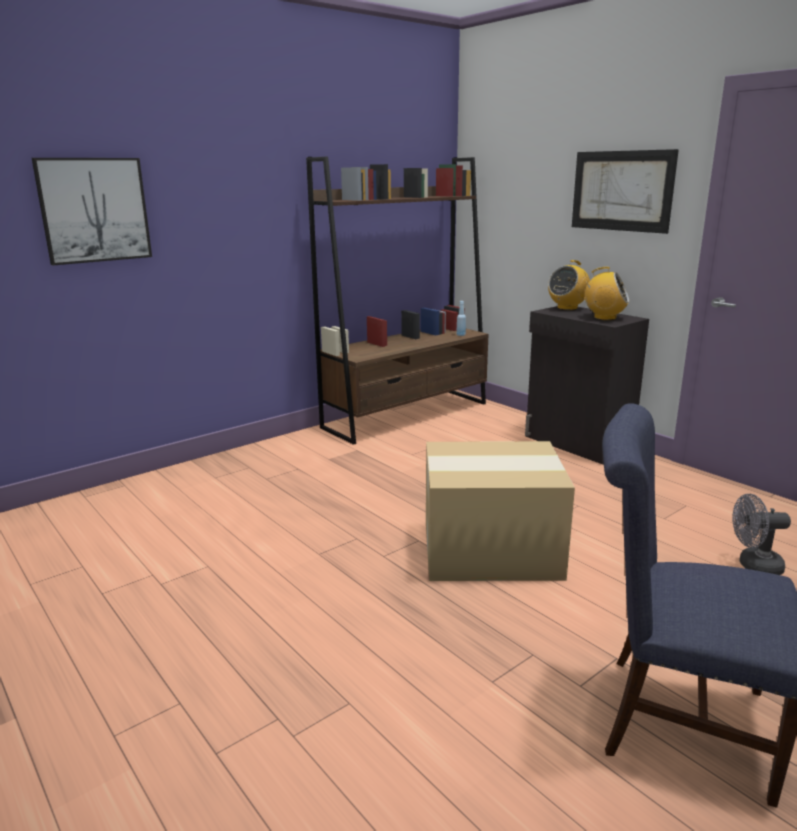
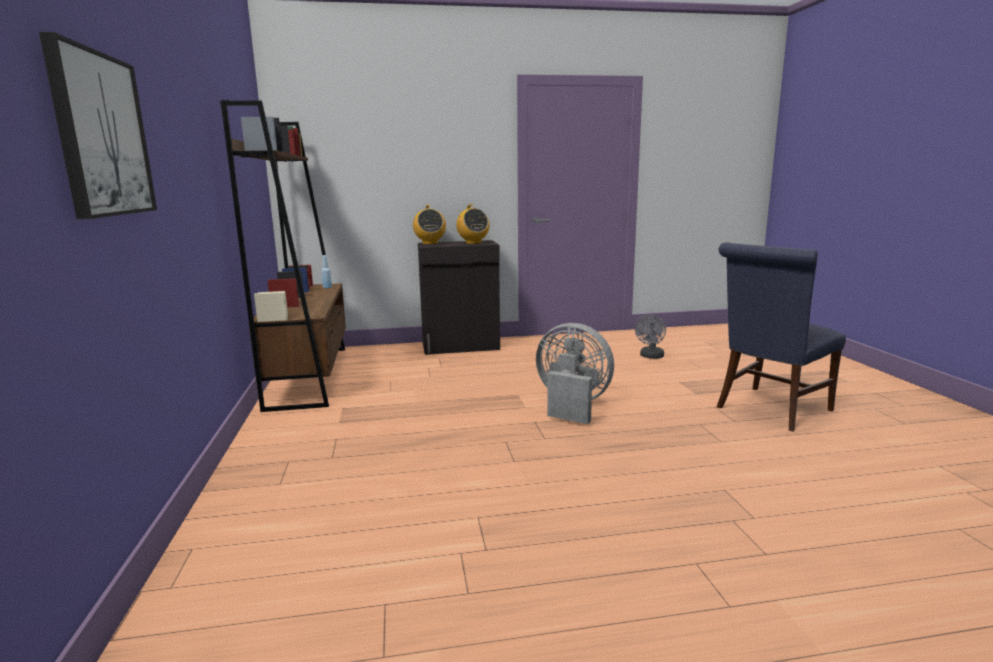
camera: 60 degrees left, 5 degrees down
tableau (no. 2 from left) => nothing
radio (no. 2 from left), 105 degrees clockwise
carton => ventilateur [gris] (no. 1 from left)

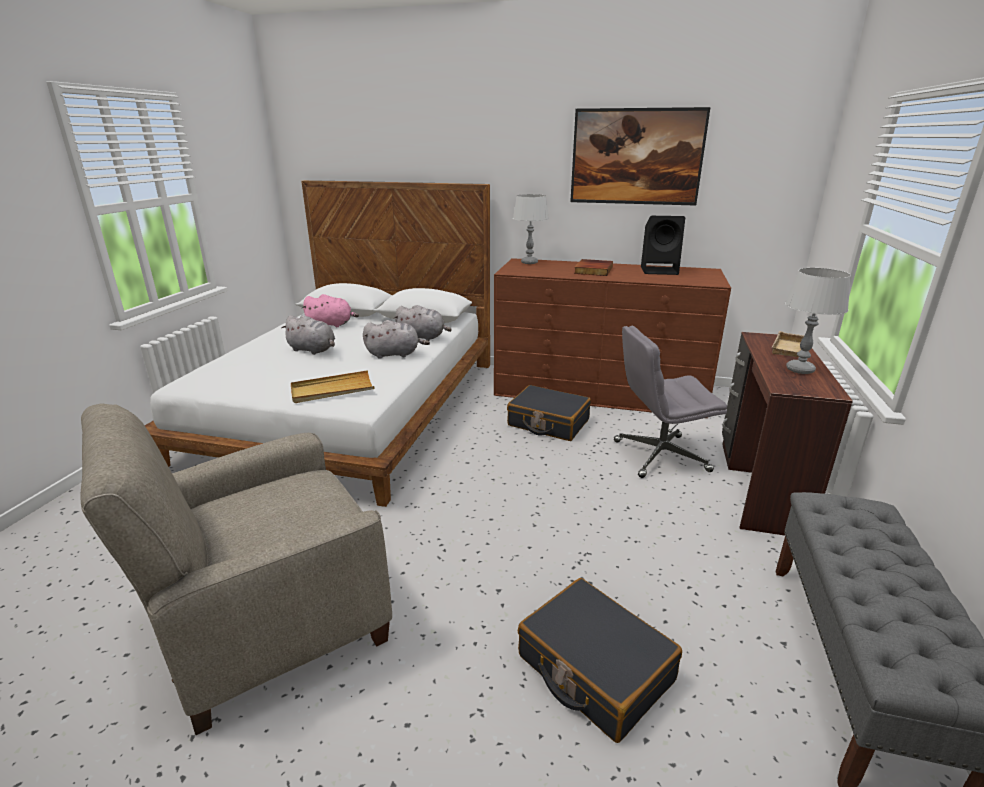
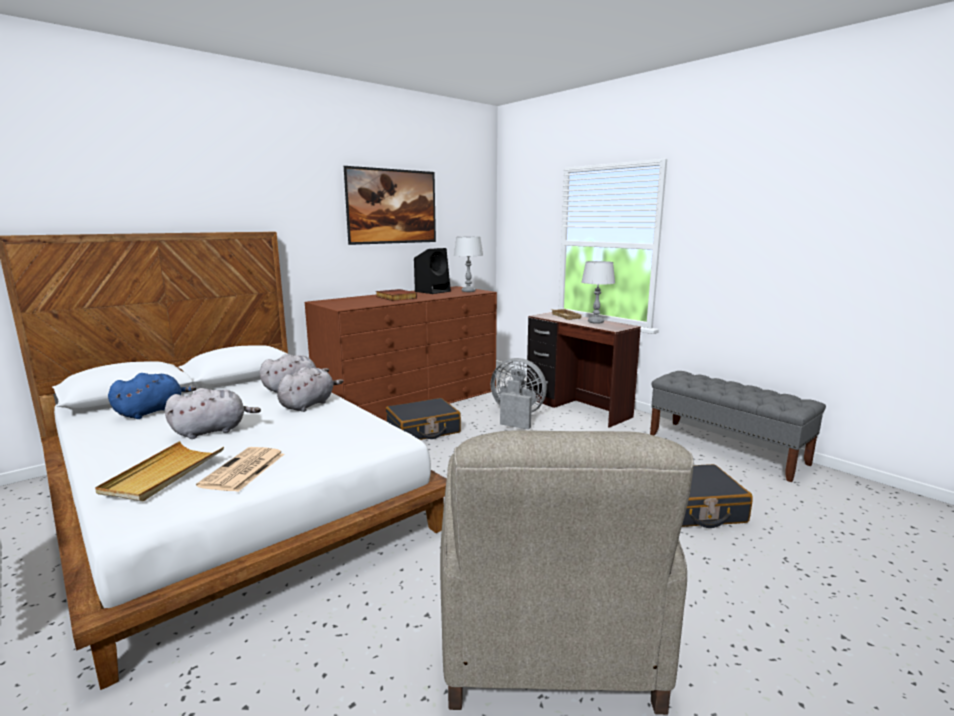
camera: 55 degrees left, 10 degrees down
lampe de table [gris] (no. 1 from left), relocated
peluche [rose] => peluche [bleu]
chaise de bureau [gris] => ventilateur [gris]
plateau [beige] (no. 1 from left), relocated
nothing => journal

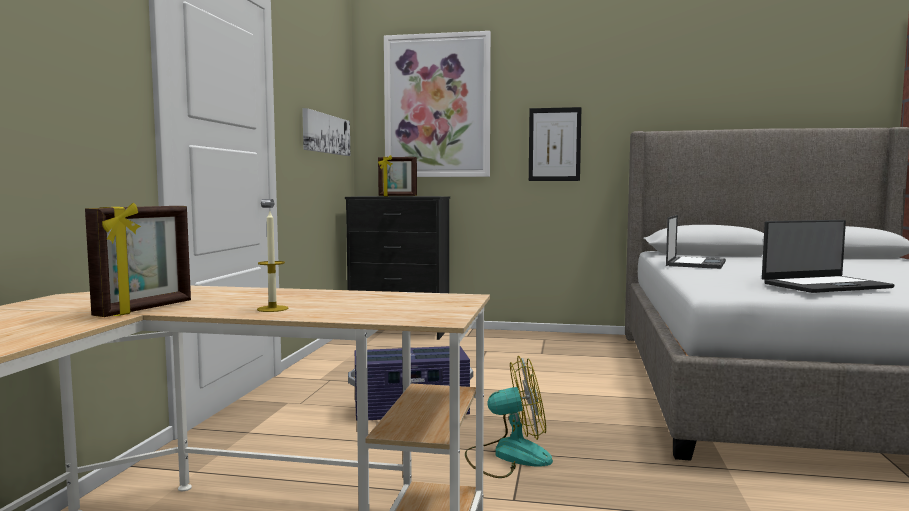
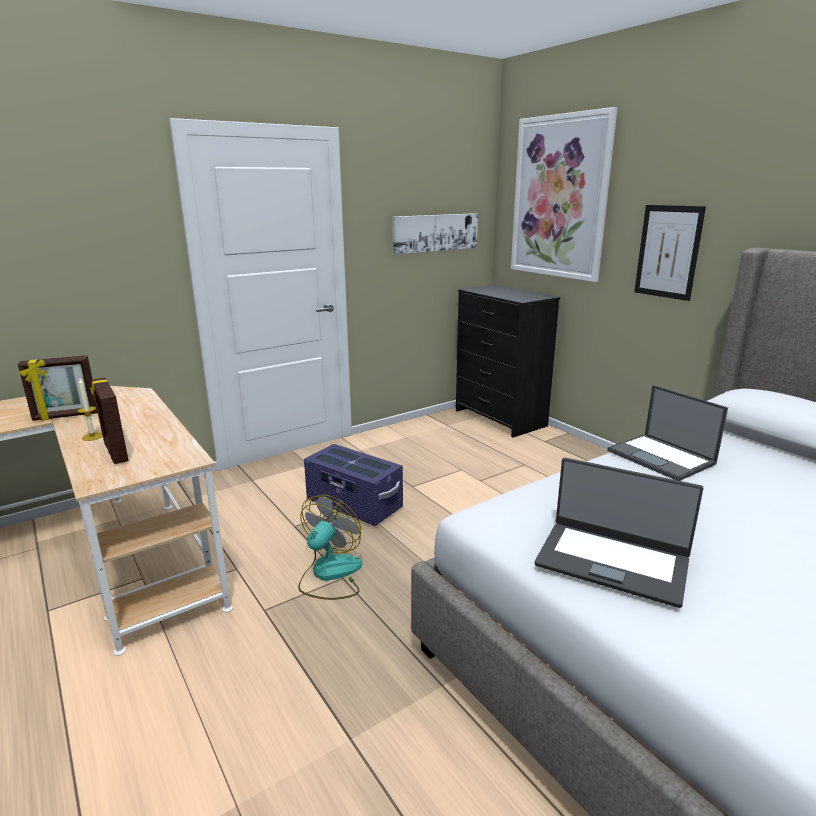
camera: 45 degrees right, 15 degrees up
cadre photo (no. 2 from left), relocated
ordinateur portable (no. 1 from left in the first image) => ordinateur portable (no. 2 from left), 75 degrees clockwise
ventilateur, 105 degrees counterclockwise

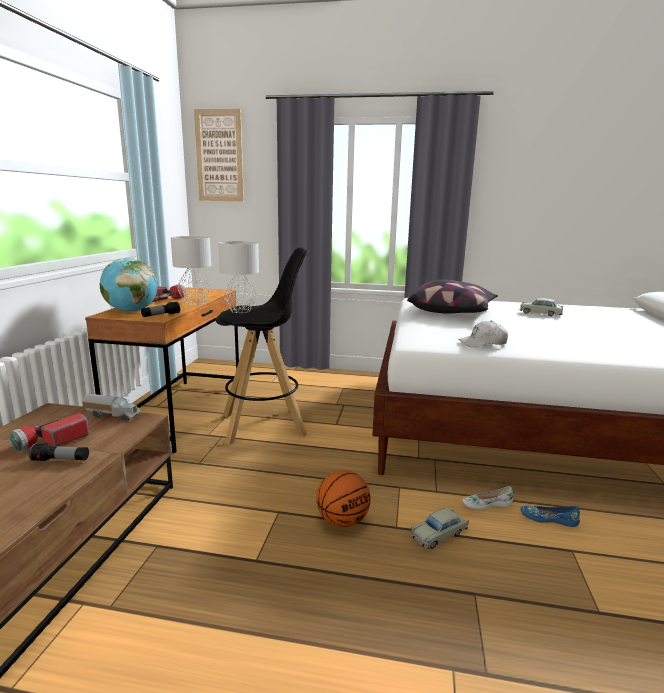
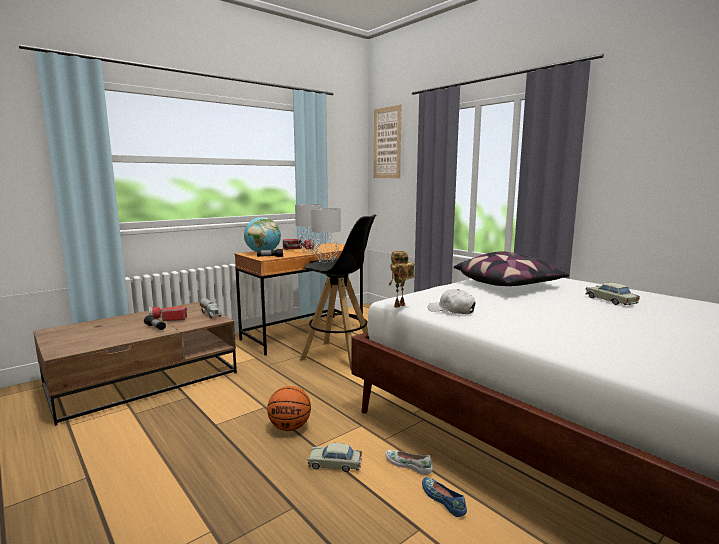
camera: 40 degrees right, 5 degrees down
nothing => robot jouet

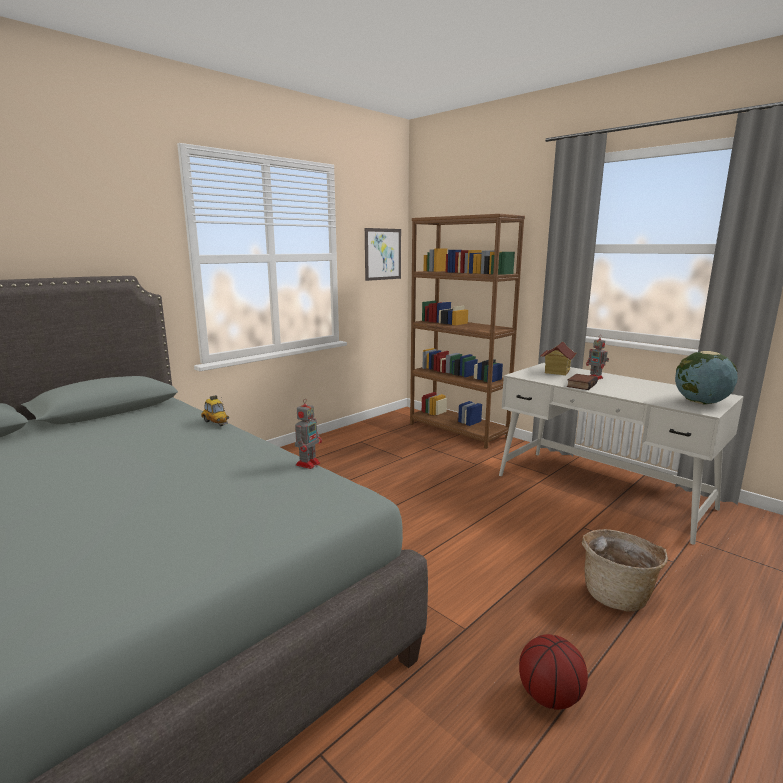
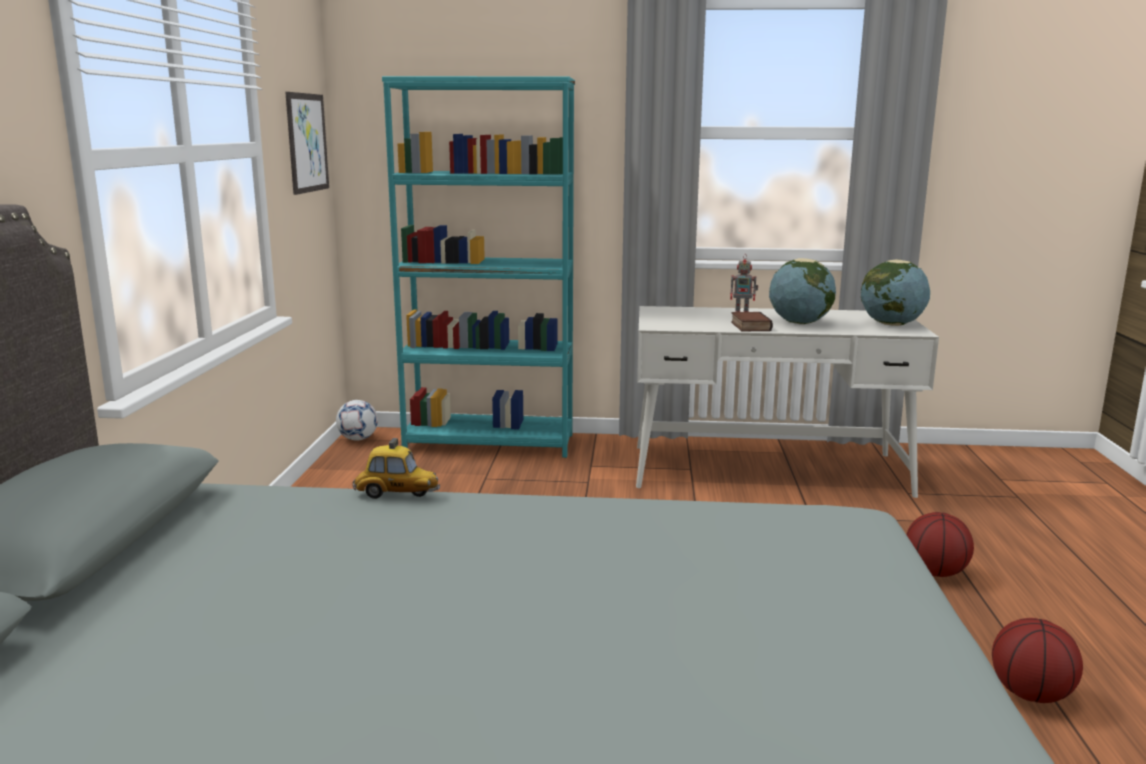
camera: 40 degrees left, 0 degrees up
bibliothèque [marron] => bibliothèque [turquoise]
maison miniature => nothing
robot jouet (no. 1 from left) => nothing
panier => ballon de basket (no. 1 from left)
nothing => globe (no. 1 from left)
nothing => ballon de foot

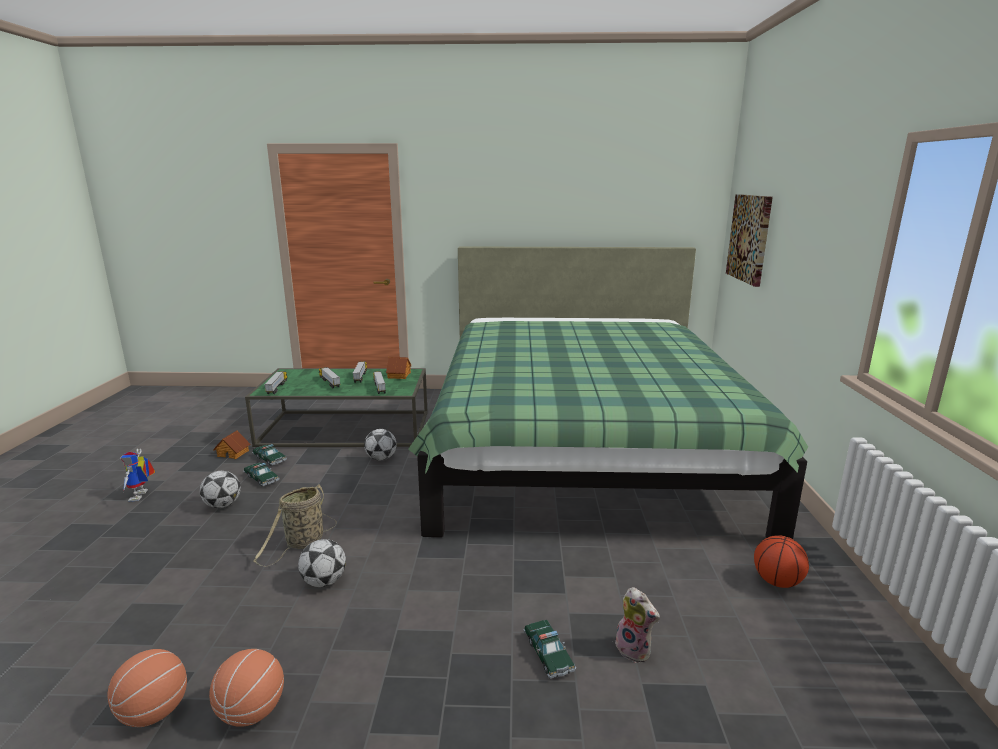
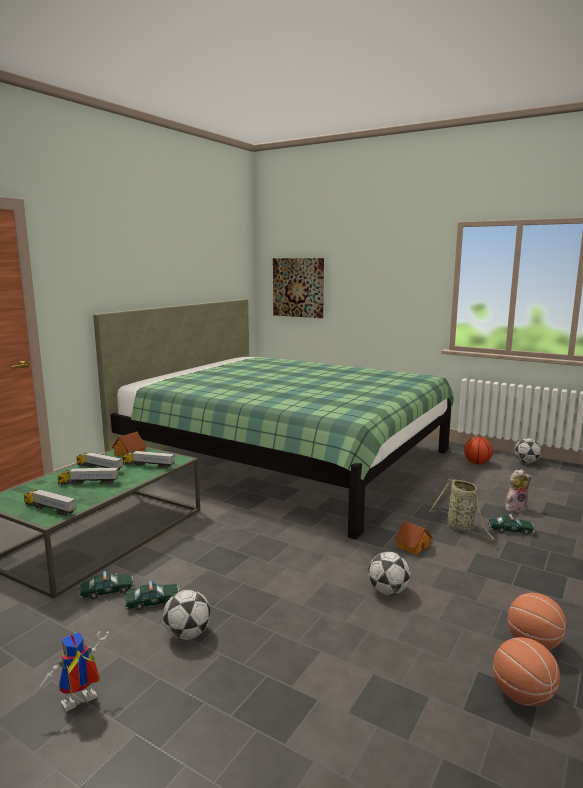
camera: 60 degrees left, 5 degrees down
ballon de foot (no. 3 from left), relocated
maison miniature (no. 1 from left in the first image) => maison miniature (no. 2 from left), relocated
robot jouet, 120 degrees clockwise
panier, relocated

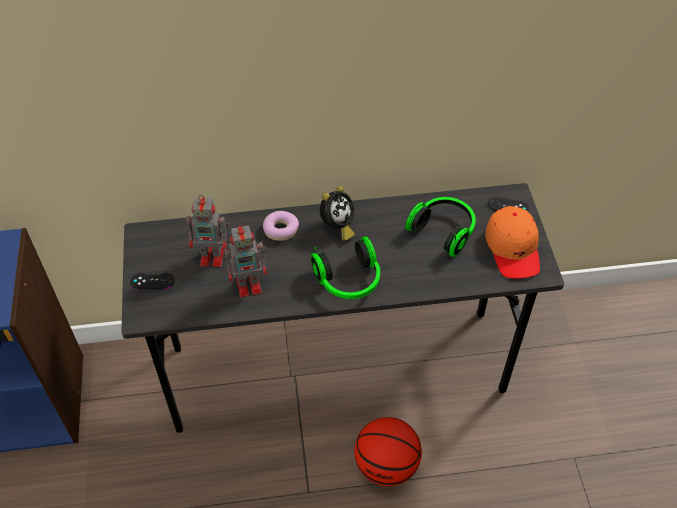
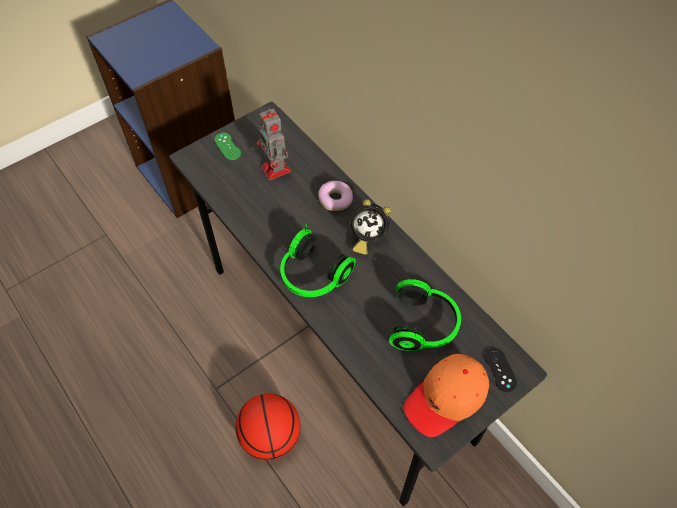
camera: 60 degrees right, 5 degrees up
robot jouet (no. 2 from left) => nothing
manette [noir] (no. 1 from left) => manette [vert]

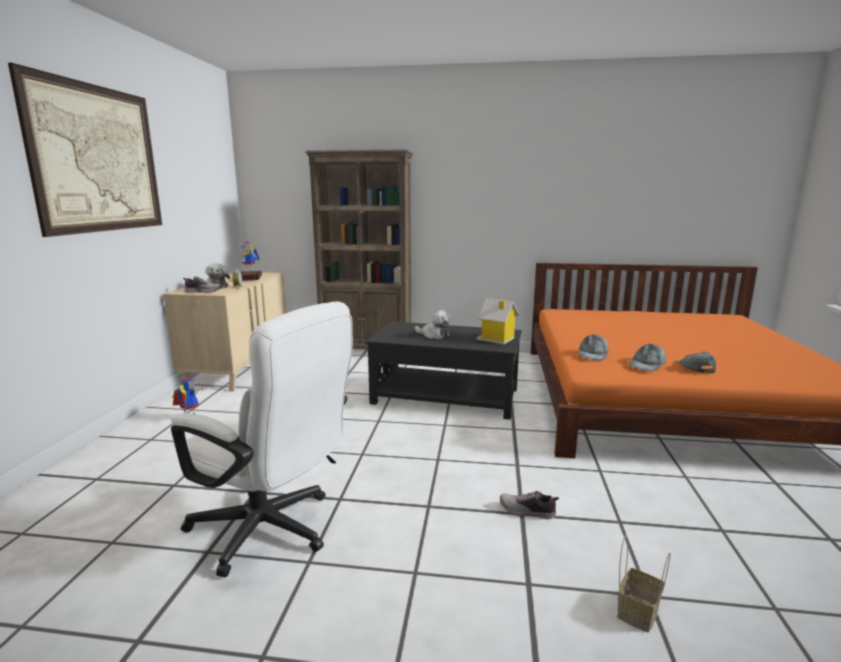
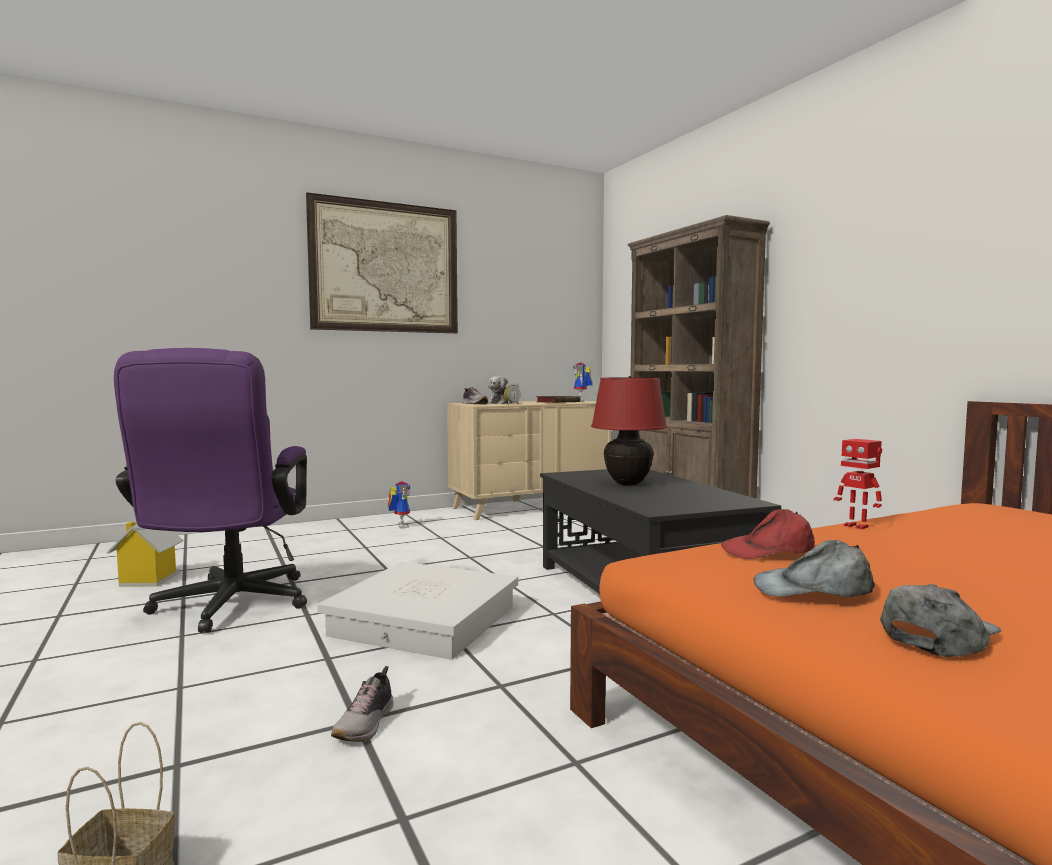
camera: 55 degrees right, 10 degrees down
maison miniature, relocated
chaise de bureau [blanc] => chaise de bureau [violet]
peluche (no. 2 from left) => lampe de table [rouge]
casquette [gris] (no. 1 from left) => casquette [rouge]
chaussure (no. 2 from left in the first image) => chaussure (no. 1 from left), 150 degrees counterclockwise
nothing => robot jouet (no. 3 from left)
nothing => boîte de rangement [blanc]

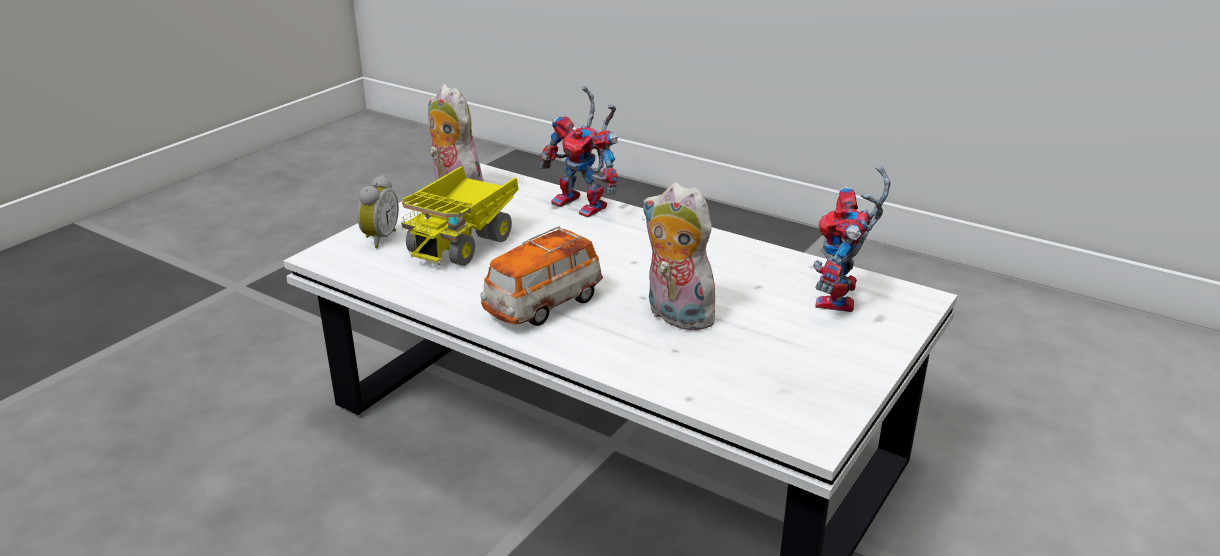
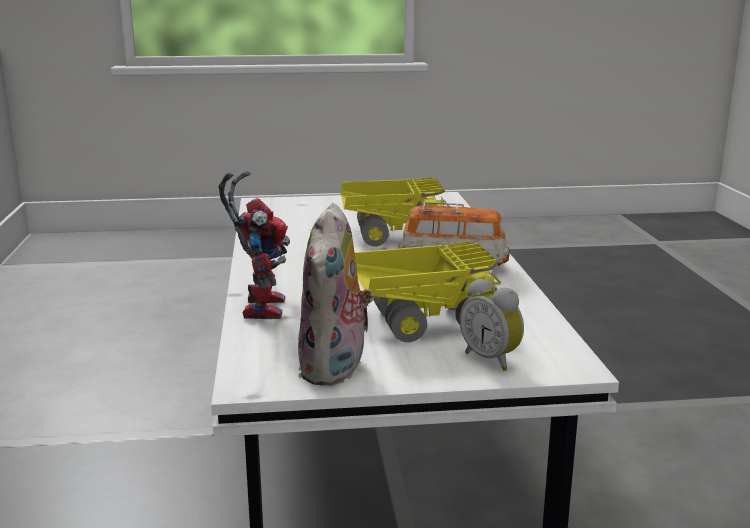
camera: 130 degrees left, 10 degrees down
robot jouet (no. 2 from left) => nothing
réveil, 105 degrees counterclockwise
peluche (no. 2 from left) => camion jouet (no. 1 from left)

